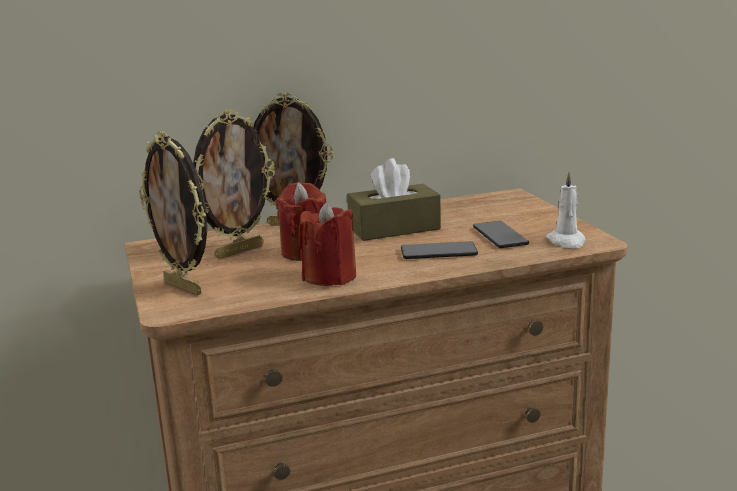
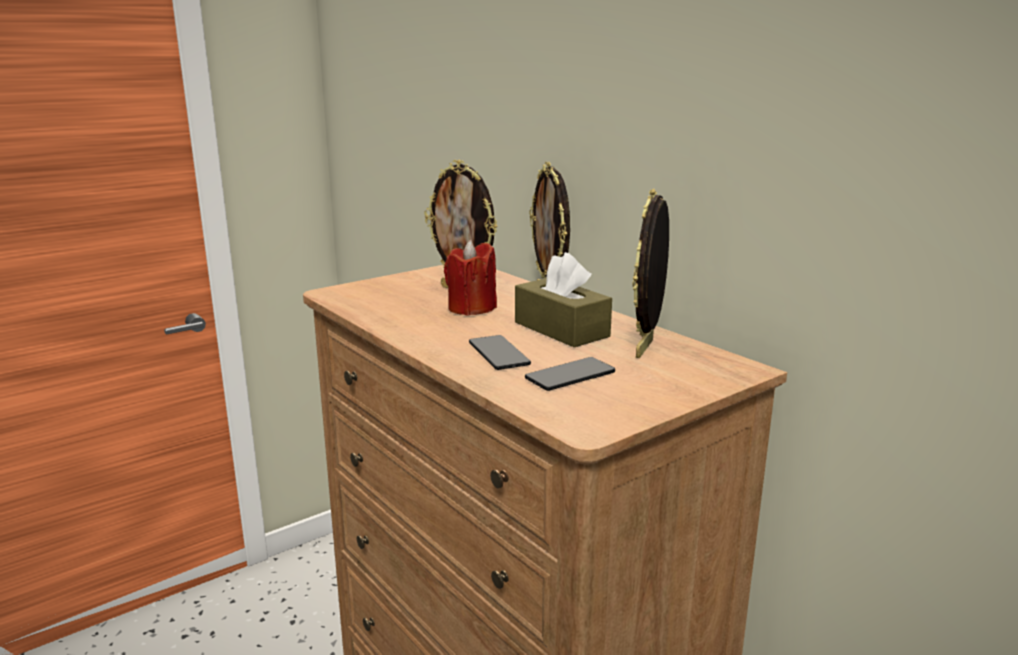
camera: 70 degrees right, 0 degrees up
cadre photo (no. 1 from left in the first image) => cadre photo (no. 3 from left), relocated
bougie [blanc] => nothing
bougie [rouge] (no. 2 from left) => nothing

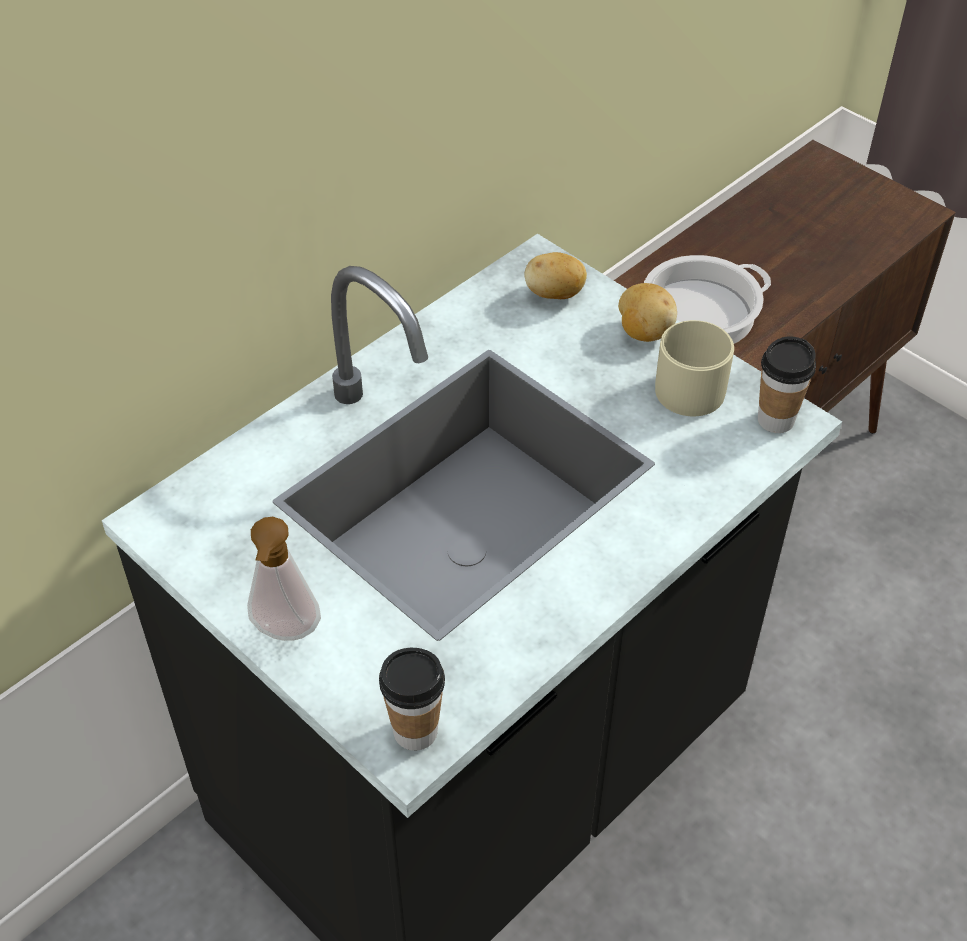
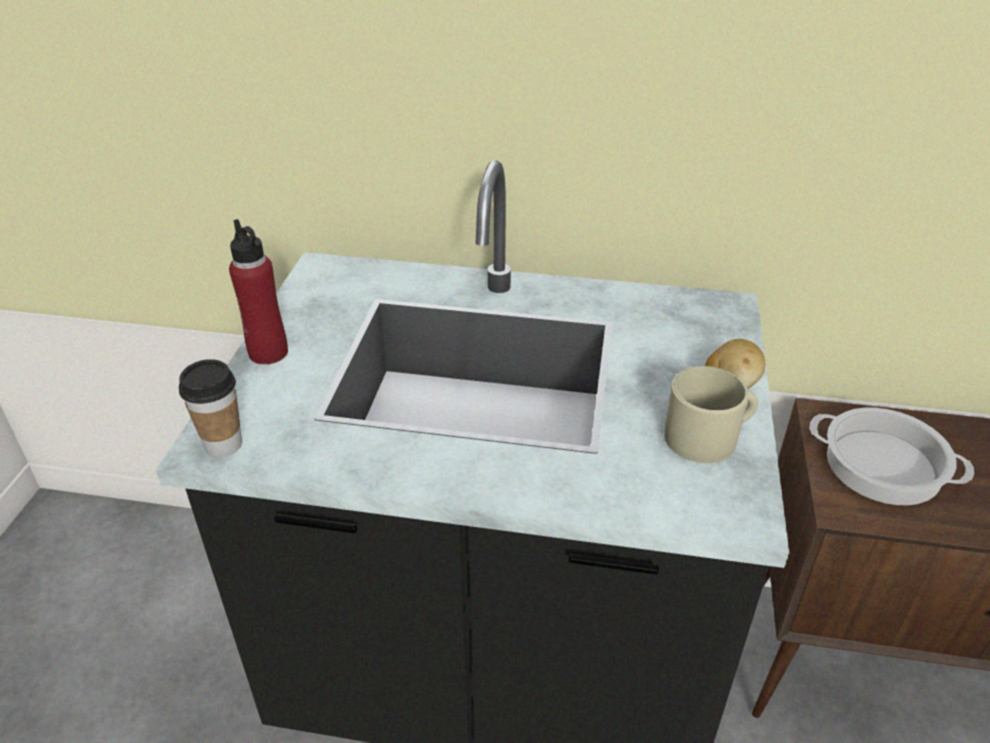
camera: 55 degrees right, 10 degrees down
pomme de terre (no. 1 from left) => nothing
tasse (no. 2 from left) => nothing
distributeur de savon => bouteille [rouge]

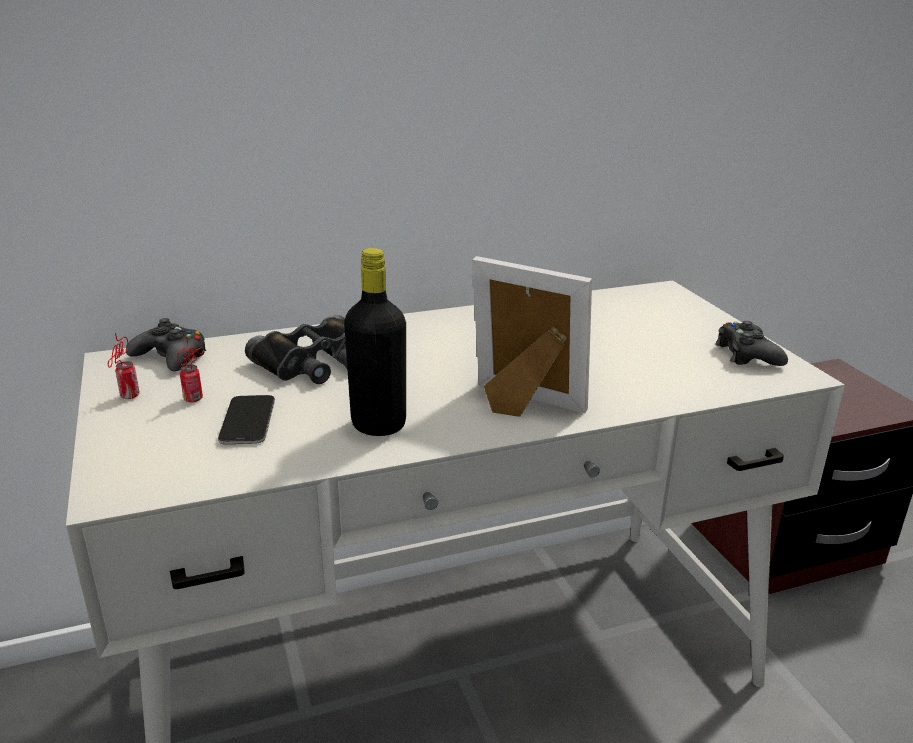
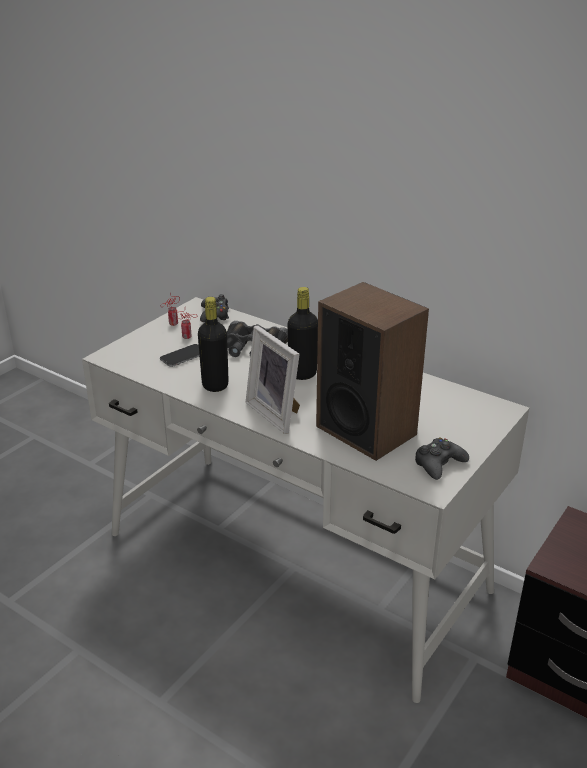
camera: 55 degrees right, 5 degrees up
cadre photo, 150 degrees clockwise
nothing => enceinte
nothing => bouteille [noir] (no. 2 from left)

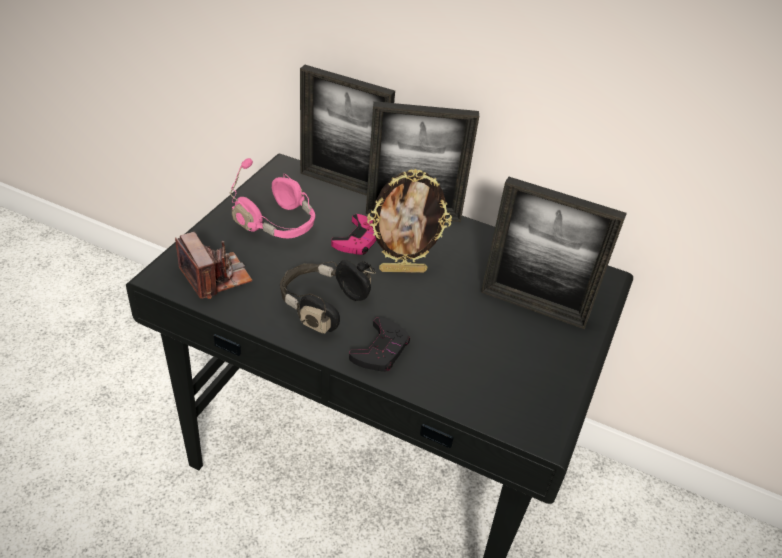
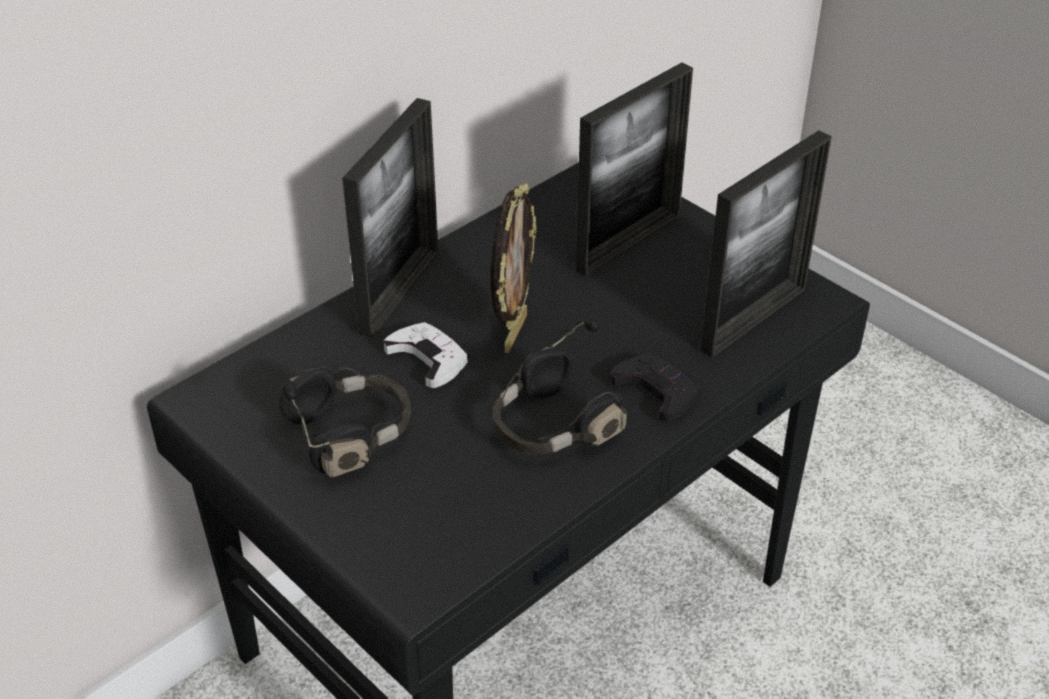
camera: 65 degrees left, 0 degrees up
cadre photo (no. 1 from left in the first image) => cadre photo (no. 4 from left), relocated
casque audio [rose] => casque audio [noir] (no. 1 from left)
manette [rose] => manette [blanc]
appareil photo => nothing

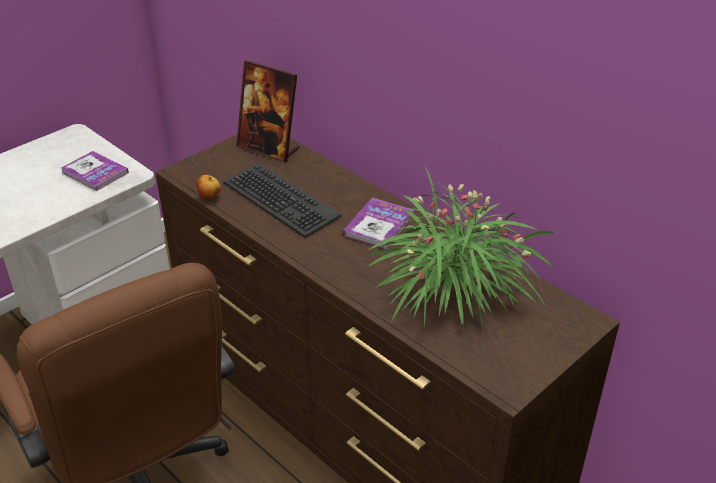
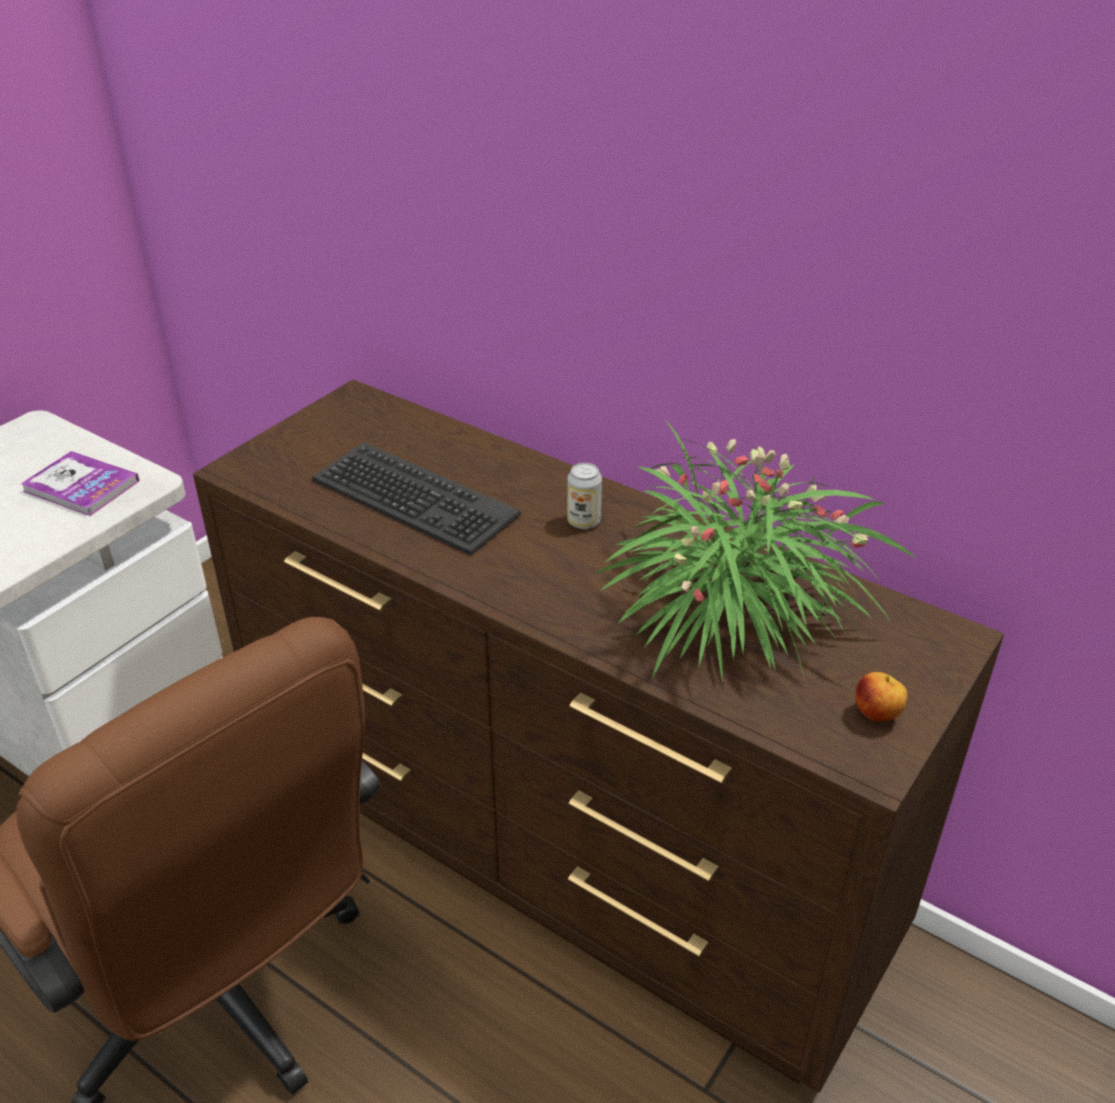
camera: 10 degrees left, 0 degrees up
cadre photo => nothing
pomme, relocated
livre (no. 2 from left) => boîte métallique

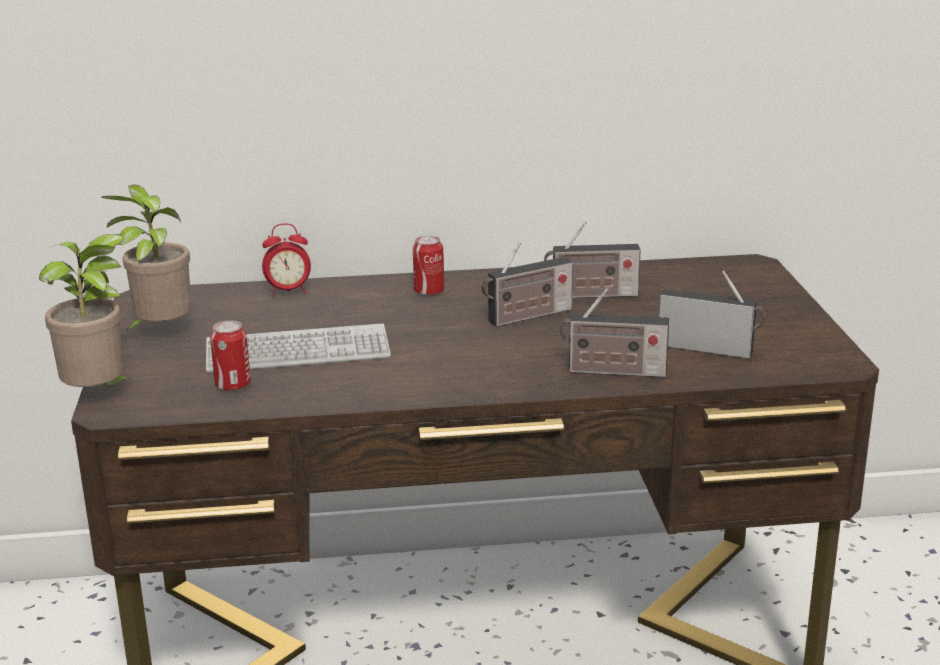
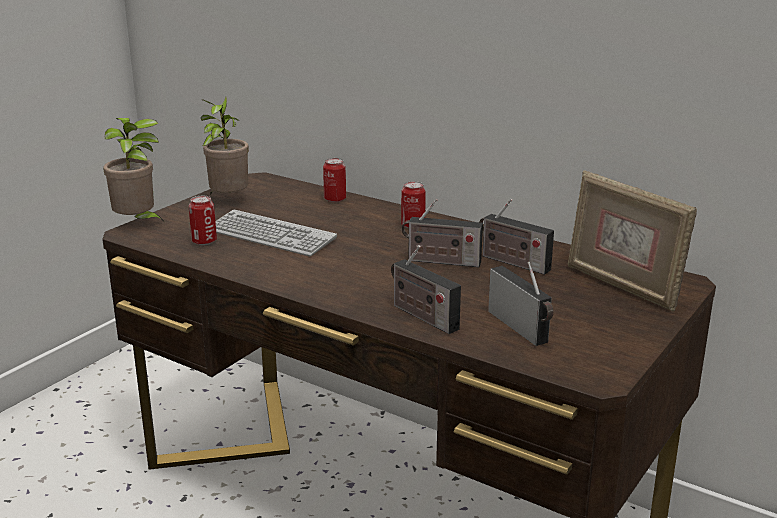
camera: 40 degrees right, 0 degrees up
réveil => boîte métallique (no. 2 from left)
nothing => cadre photo

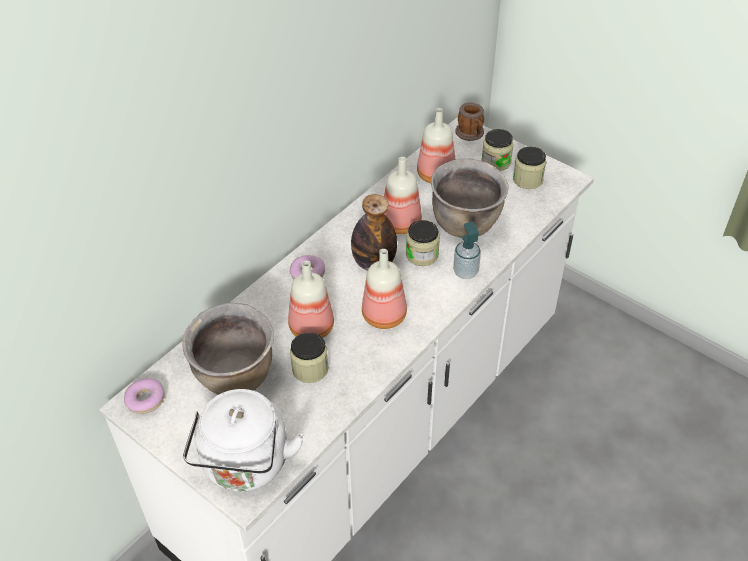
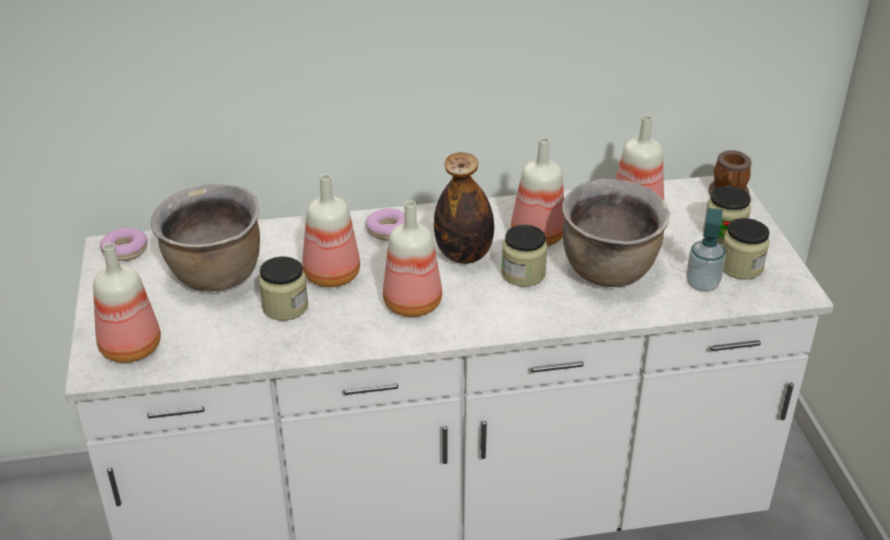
camera: 40 degrees right, 10 degrees down
distributeur de savon, relocated
bouilloire [blanc] => bouteille (no. 1 from left)

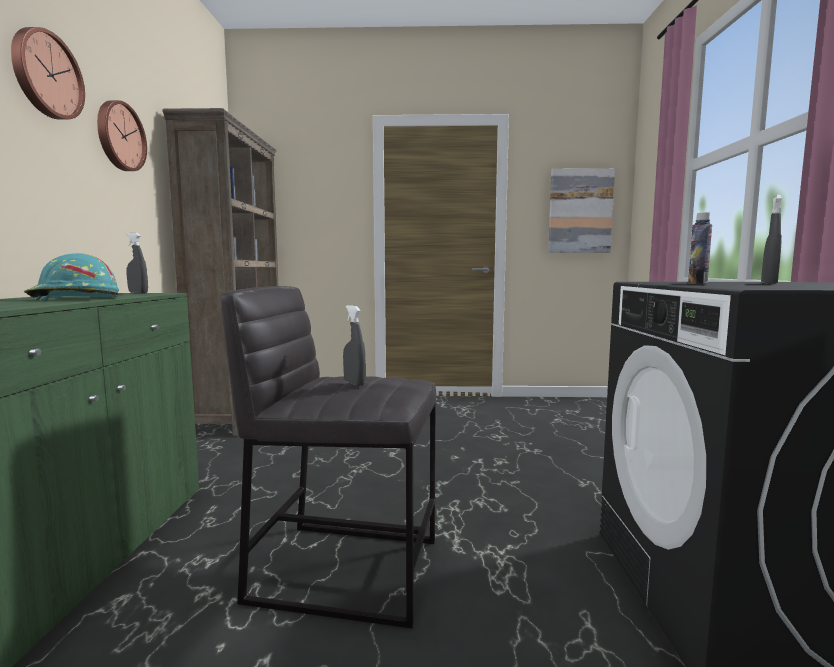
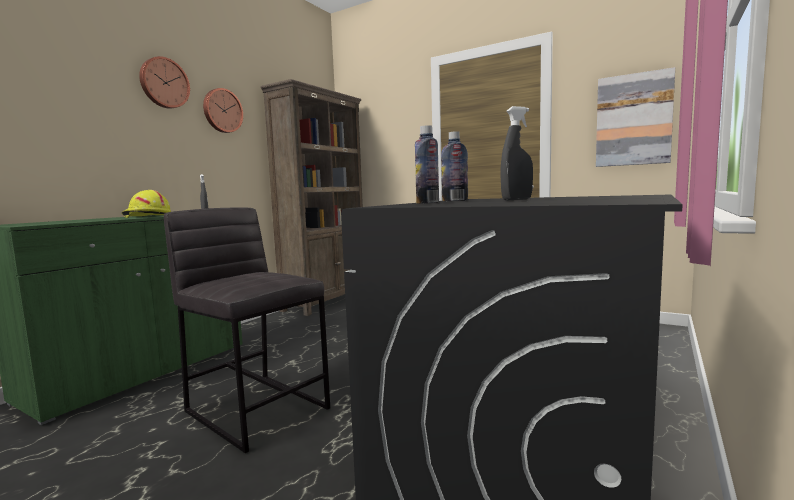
camera: 30 degrees right, 0 degrees up
casque de chantier [turquoise] => casque de chantier [jaune]
vaporisateur [gris] (no. 2 from left) => nothing
nothing => bouteille (no. 1 from left)

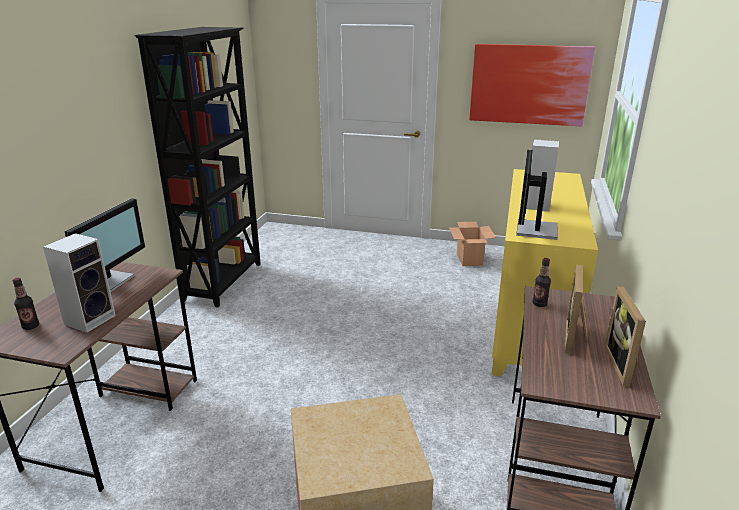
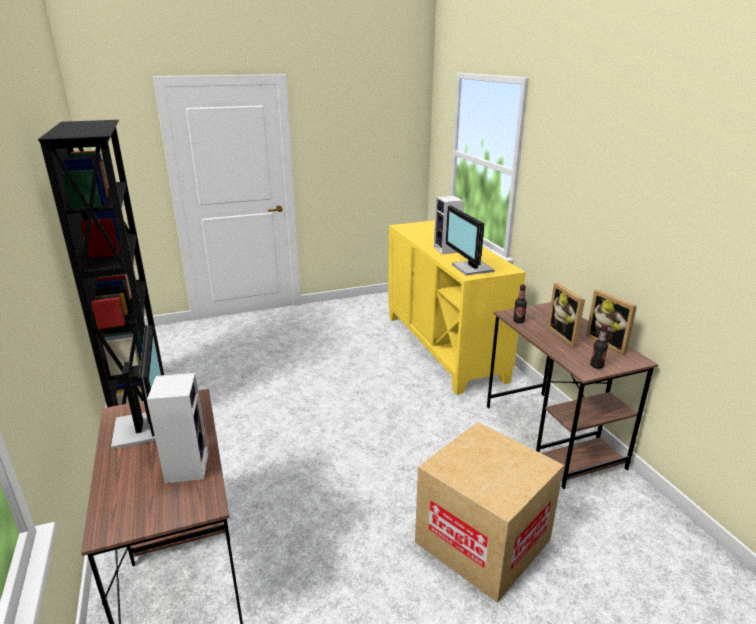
camera: 35 degrees left, 0 degrees up
tableau => nothing
carton (no. 2 from left) => nothing
bouteille (no. 1 from left in the first image) => bouteille (no. 2 from left), relocated

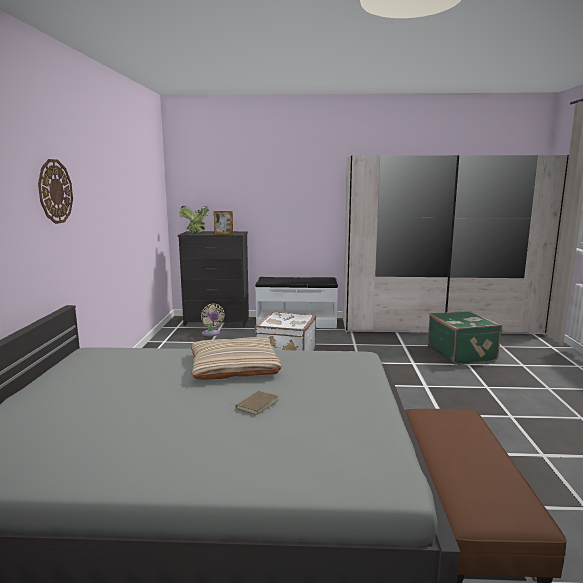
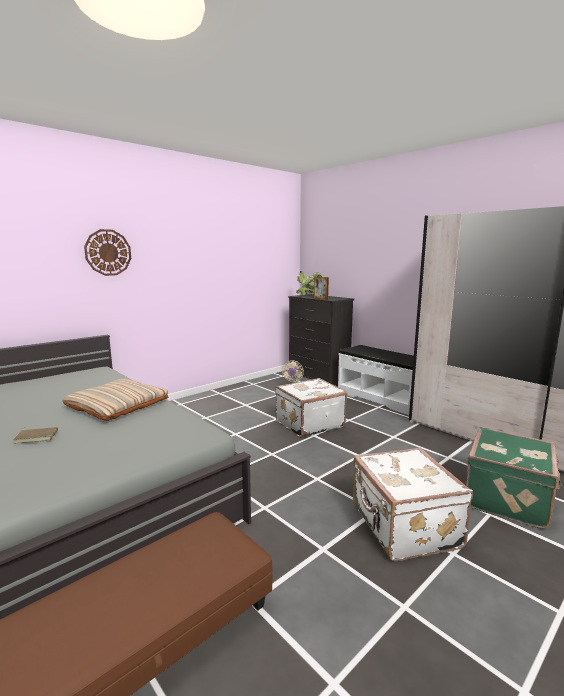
camera: 45 degrees right, 0 degrees up
nothing => valise [blanc] (no. 2 from left)

